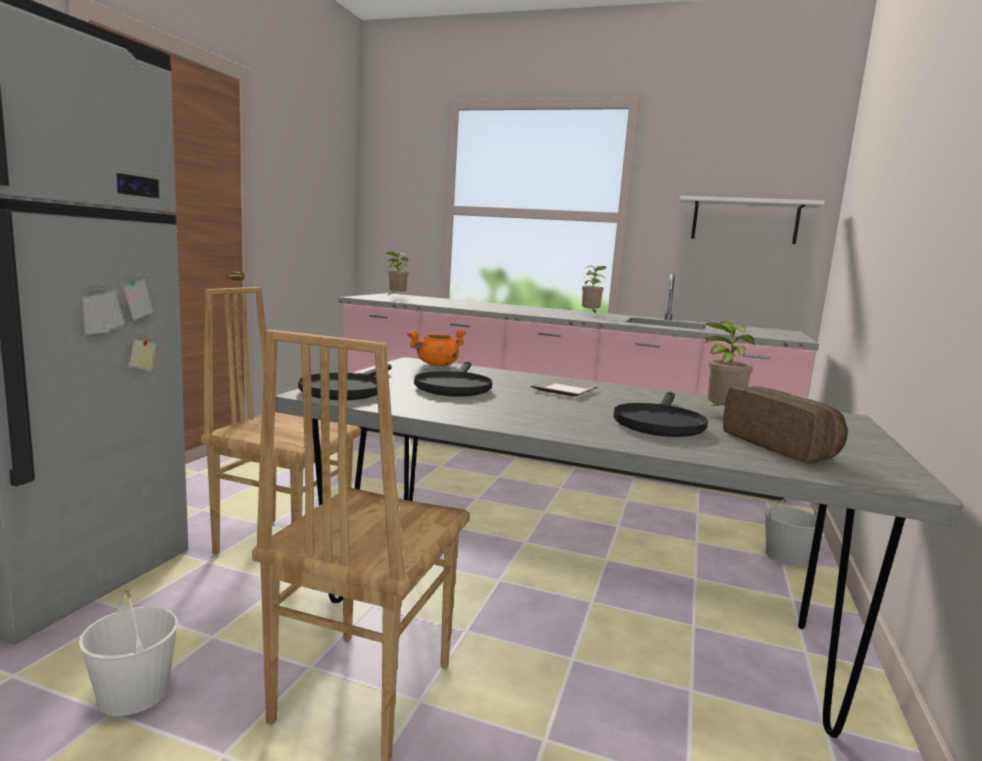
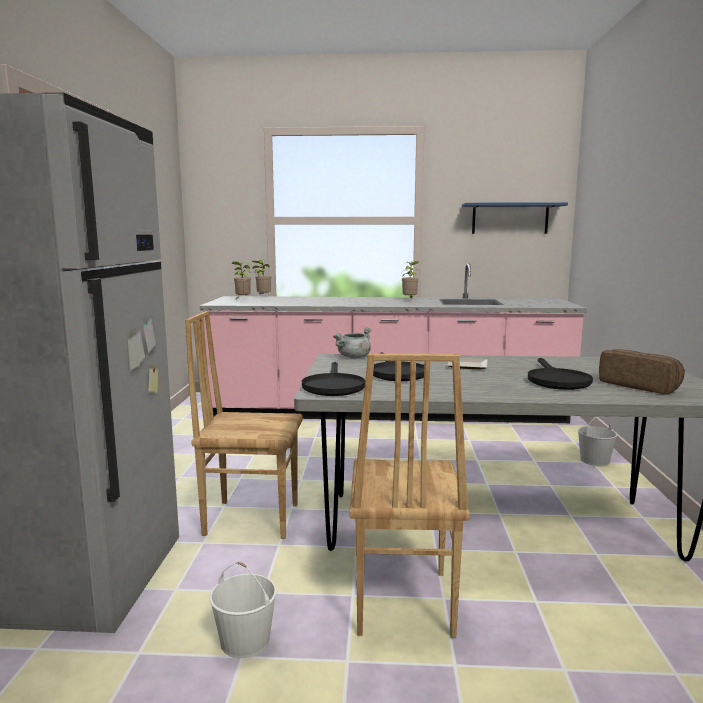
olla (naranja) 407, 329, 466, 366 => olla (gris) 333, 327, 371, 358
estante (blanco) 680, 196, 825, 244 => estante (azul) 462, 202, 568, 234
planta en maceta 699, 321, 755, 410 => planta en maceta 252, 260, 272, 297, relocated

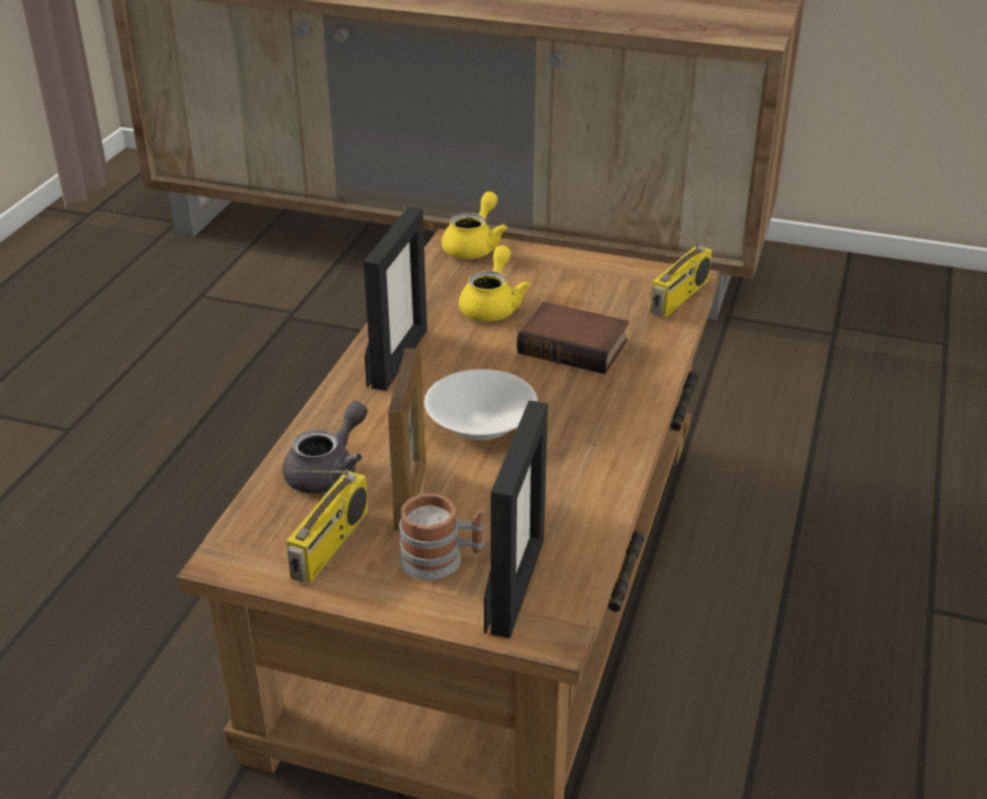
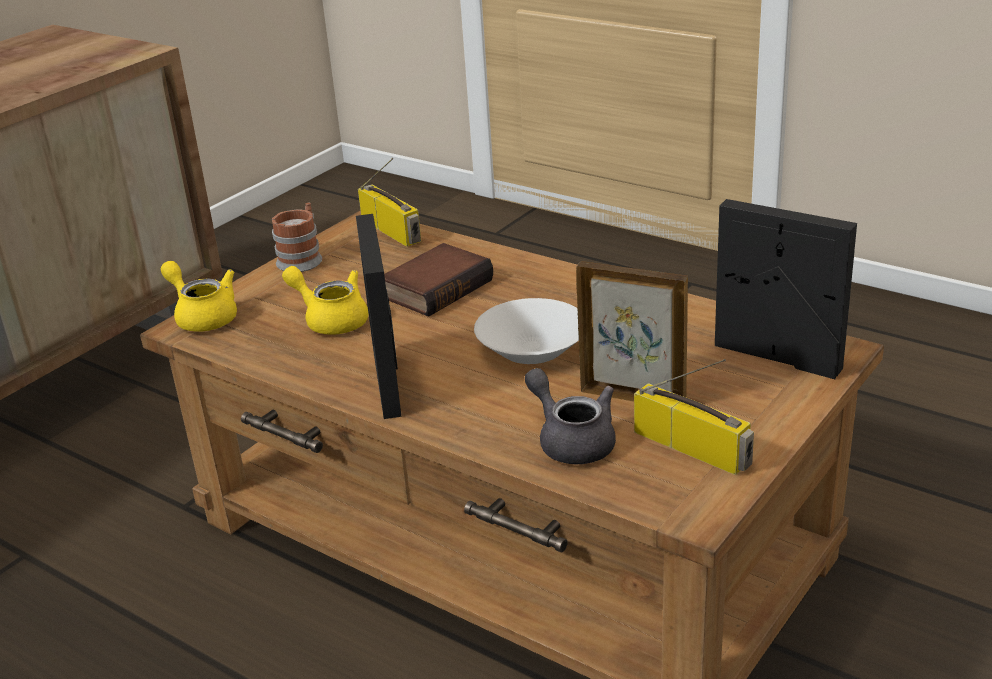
portarretratos 363, 207, 427, 391 => portarretratos 356, 214, 401, 419, 135 degrees counterclockwise
taza grande 399, 493, 484, 581 => taza grande 272, 203, 323, 272, relocated

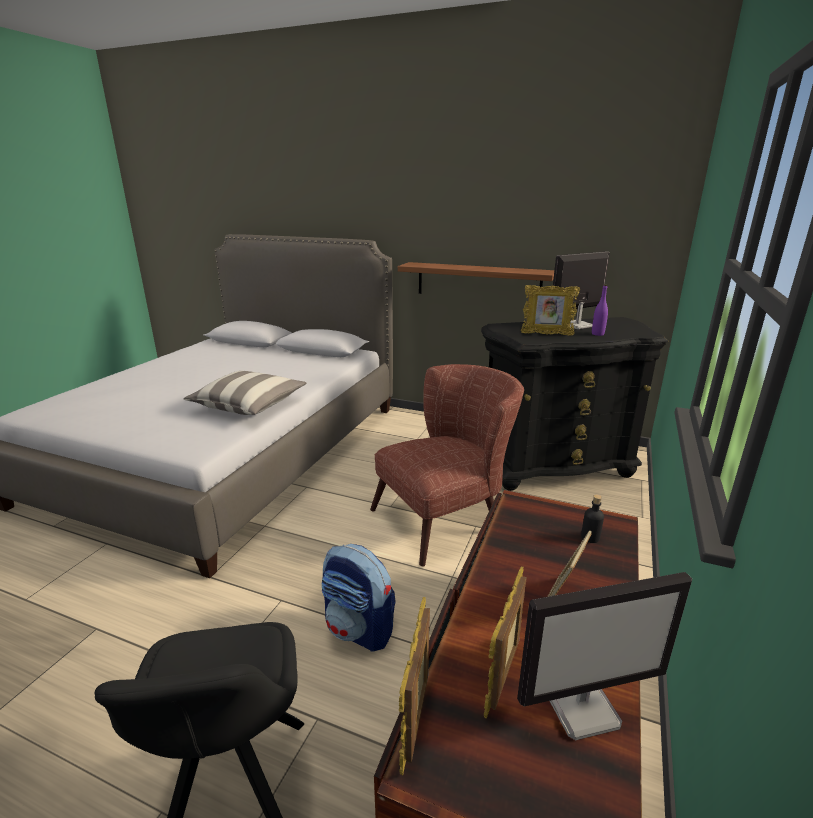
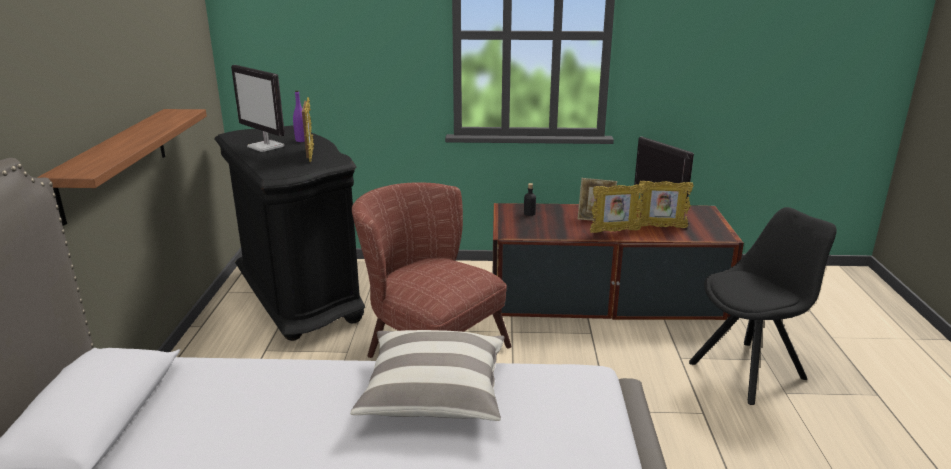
mochila 322, 544, 396, 652 => nothing
portarretratos 399, 597, 430, 775 => portarretratos 590, 184, 645, 233, relocated

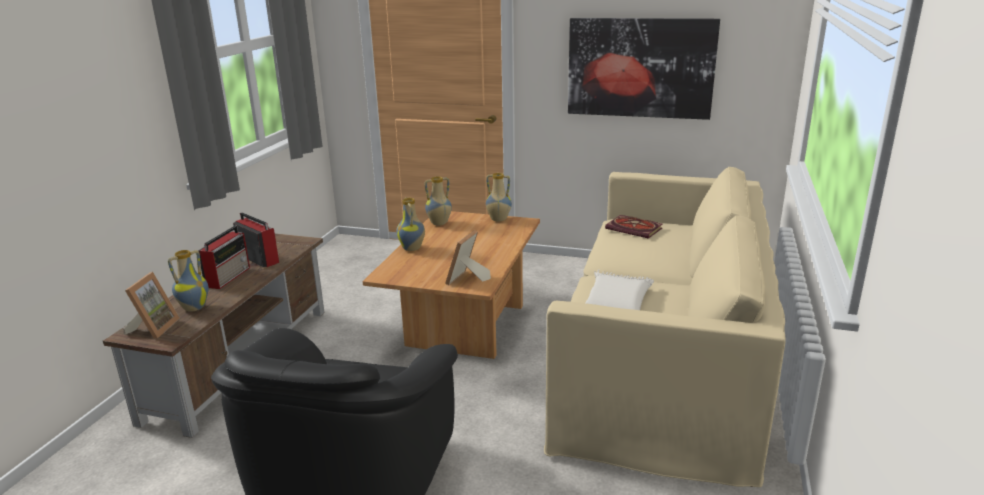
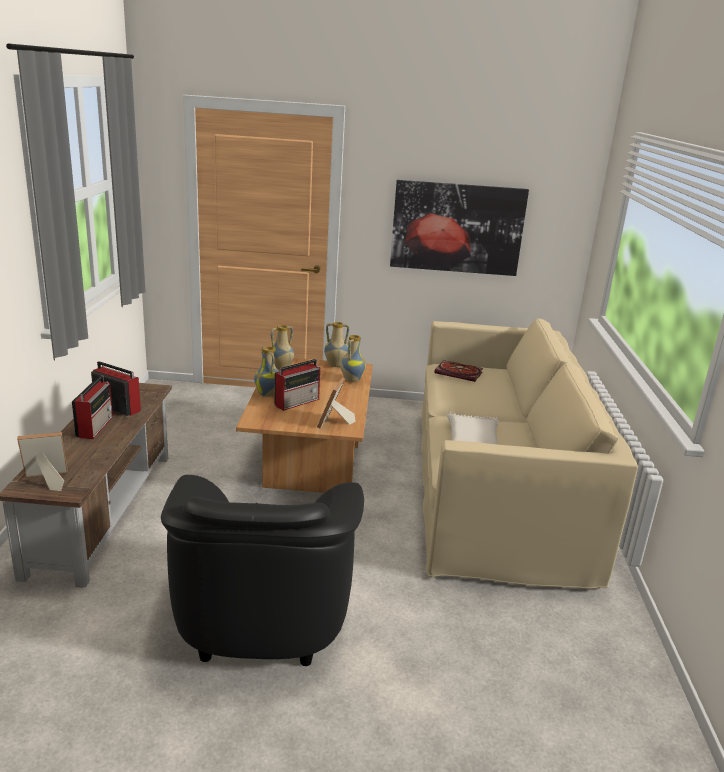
portarretratos 123, 272, 180, 339 => portarretratos 17, 432, 68, 491, 105 degrees counterclockwise
florero 168, 250, 209, 312 => florero 340, 335, 366, 382, relocated
nothing => radio 274, 359, 320, 411

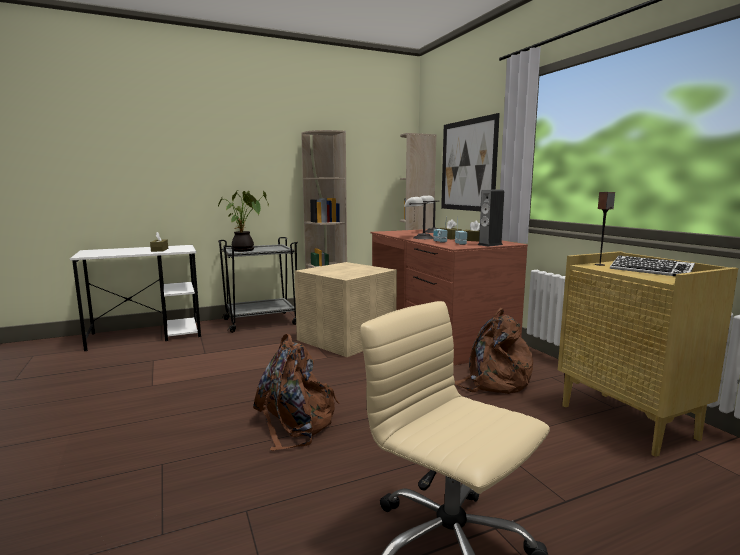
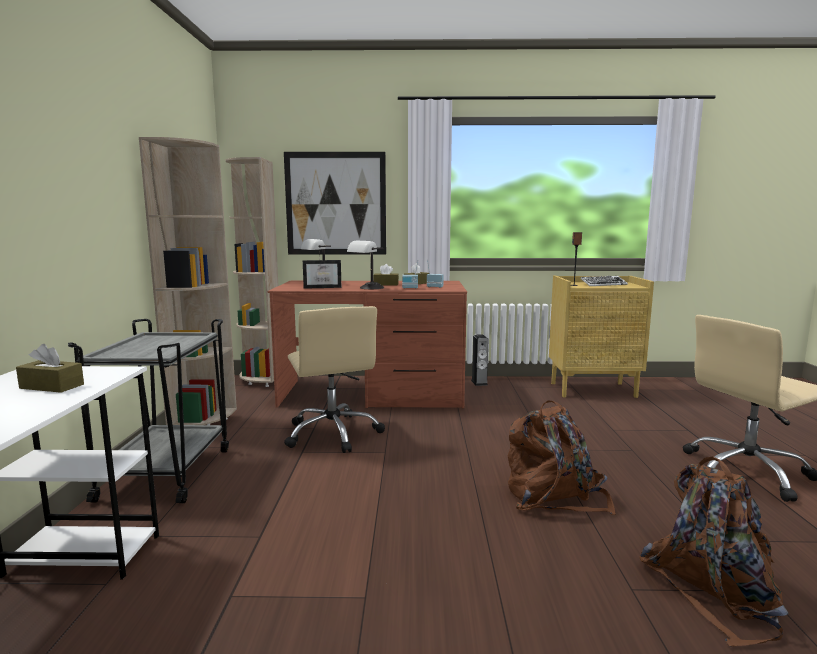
planta en maceta 218, 190, 269, 252 => nothing
caja de almacenaje (beis) 295, 262, 397, 357 => silla de oficina (beis) 284, 306, 385, 453
mochila (marrón) 455, 308, 533, 394 => mochila (marrón) 639, 457, 789, 647, relocated
altavoz 478, 190, 504, 247 => altavoz 471, 334, 488, 386, relocated
nothing => portarretratos 303, 260, 341, 289

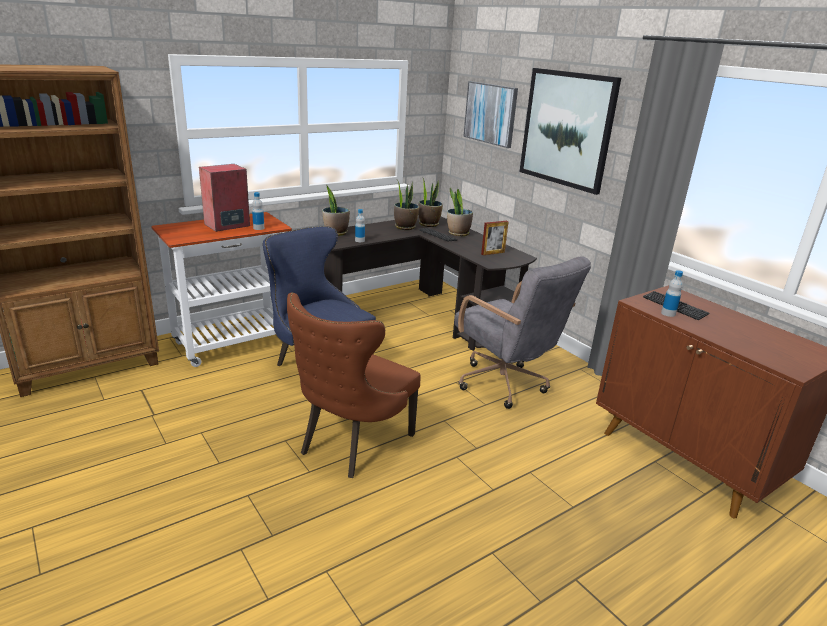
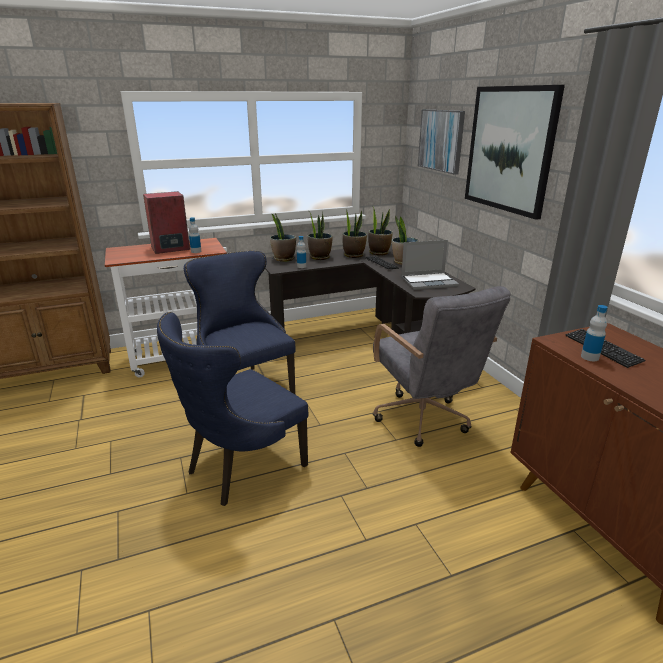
silla (marrón) 287, 292, 420, 478 => silla (azul) 157, 312, 308, 506
portarretratos 481, 221, 508, 255 => portátil 401, 240, 459, 290
nothing => planta en maceta 307, 211, 333, 260

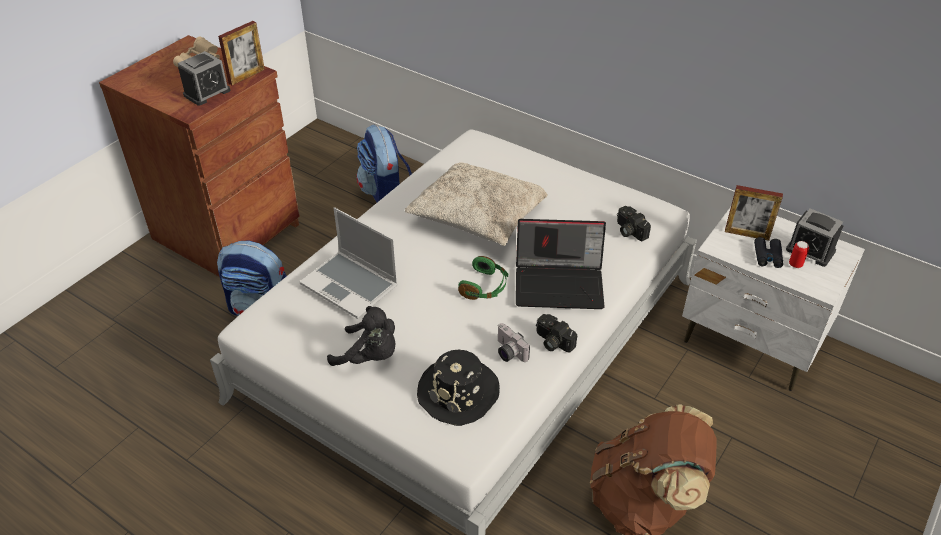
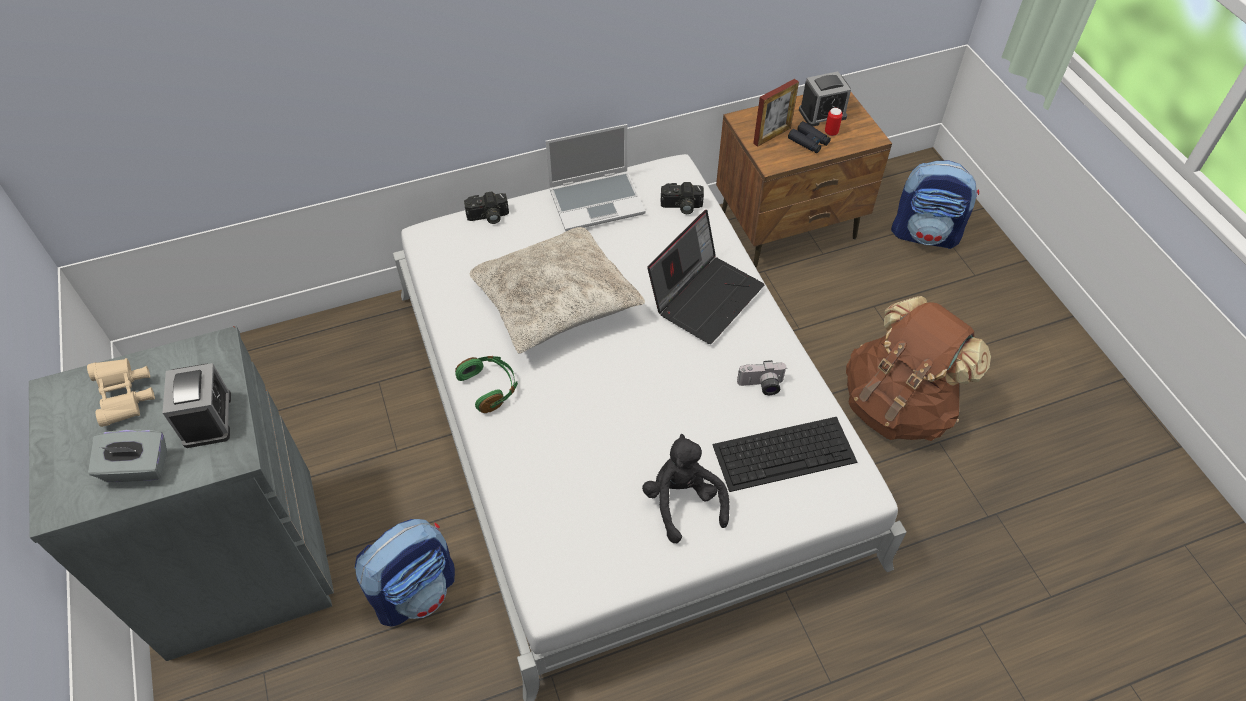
cómoda (marrón) 99, 35, 300, 276 => cómoda (gris) 29, 326, 334, 661
portarretratos 218, 21, 265, 85 => nothing
portátil 300, 207, 398, 319 => portátil 546, 124, 645, 231, relocated
peluche (negro) 327, 306, 395, 366 => peluche (negro) 642, 434, 730, 543, 75 degrees counterclockwise
mochila 356, 124, 412, 202 => mochila 891, 161, 979, 249, relocated
sombrero (negro) 417, 350, 500, 426 => teclado 712, 417, 857, 492
auriculares (verde) 458, 256, 508, 300 => auriculares (verde) 455, 356, 518, 413, relocated
cámara 536, 314, 577, 353 => cámara 464, 191, 509, 224, relocated
mesita de noche (blanco) 682, 207, 865, 391 => mesita de noche (marrón) 716, 92, 892, 267
nothing => caja de pañuelos (gris) 88, 430, 167, 482

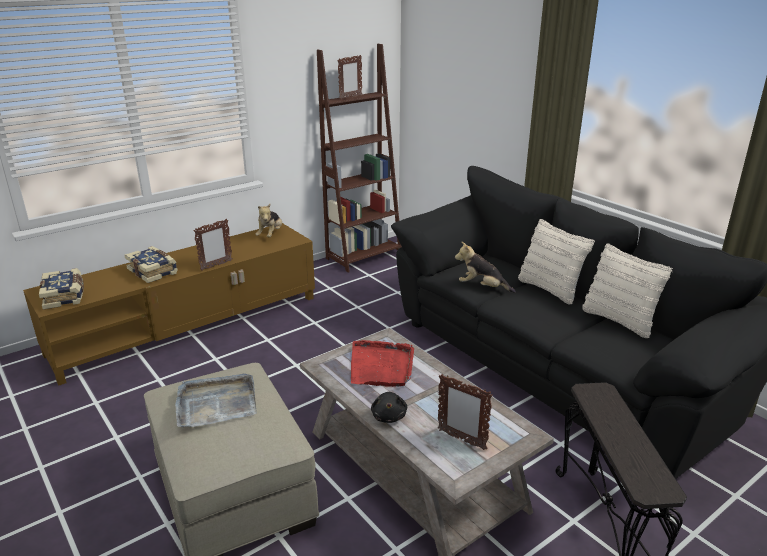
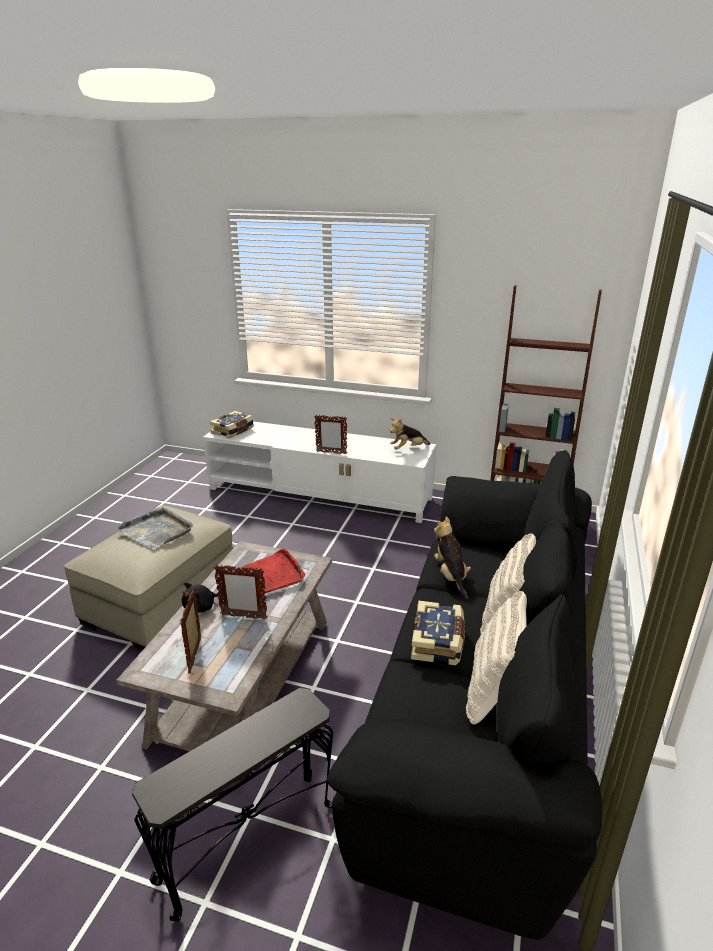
mueble de televisión (marrón) 23, 223, 315, 385 => mueble de televisión (blanco) 203, 422, 436, 523
libro 124, 246, 178, 283 => libro 411, 601, 465, 665, relocated
portarretratos 338, 55, 362, 99 => portarretratos 213, 565, 268, 620, relocated

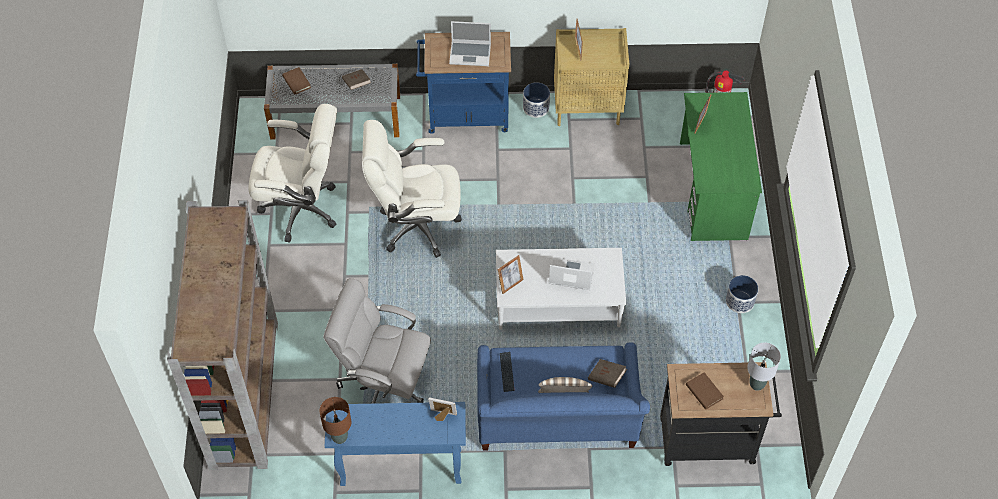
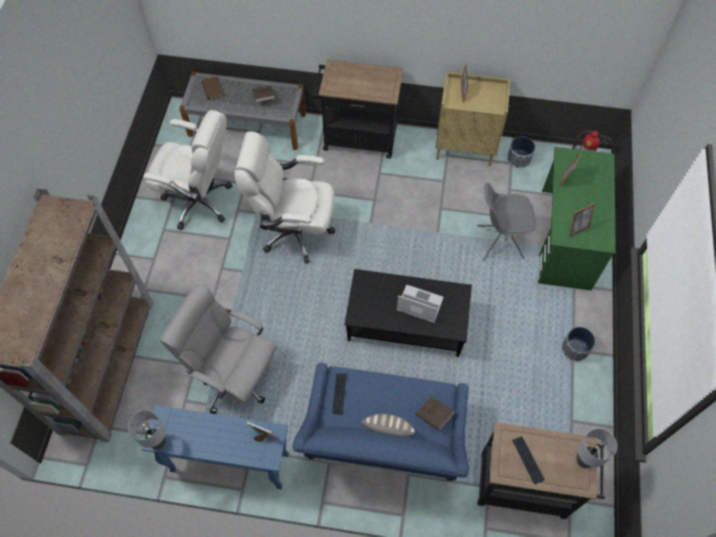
lámpara de mesa (marrón) 319, 397, 351, 444 => lámpara de mesa (gris) 128, 410, 166, 450
carrito (azul) 416, 32, 511, 134 => carrito (negro) 312, 59, 403, 159
portátil 449, 21, 491, 66 => nothing
mesa de centro (blanco) 496, 248, 626, 330 => mesa de centro (negro) 344, 269, 472, 357
portarretratos 498, 255, 523, 294 => portarretratos 569, 203, 595, 237, relocated
maceta 523, 82, 550, 118 => maceta 507, 137, 535, 168, relocated
libro (marrón) 686, 372, 724, 410 => teclado 512, 436, 545, 484
nothing => silla (gris) 477, 183, 536, 261

